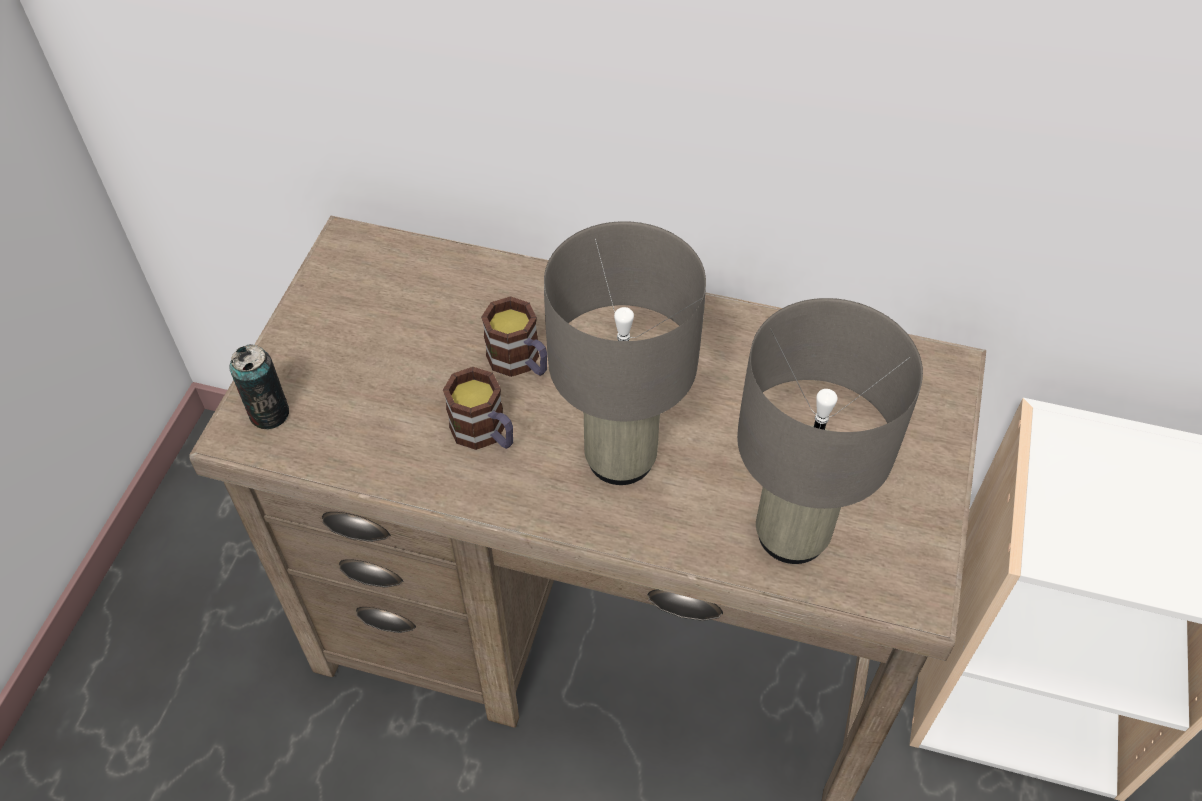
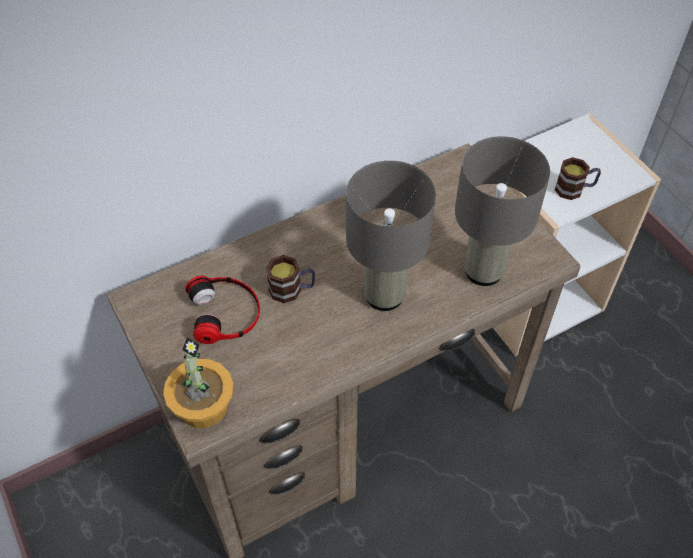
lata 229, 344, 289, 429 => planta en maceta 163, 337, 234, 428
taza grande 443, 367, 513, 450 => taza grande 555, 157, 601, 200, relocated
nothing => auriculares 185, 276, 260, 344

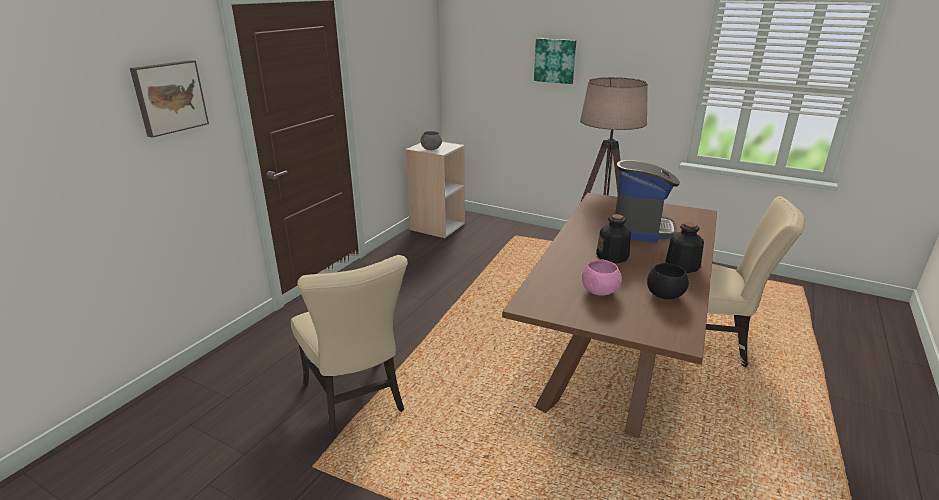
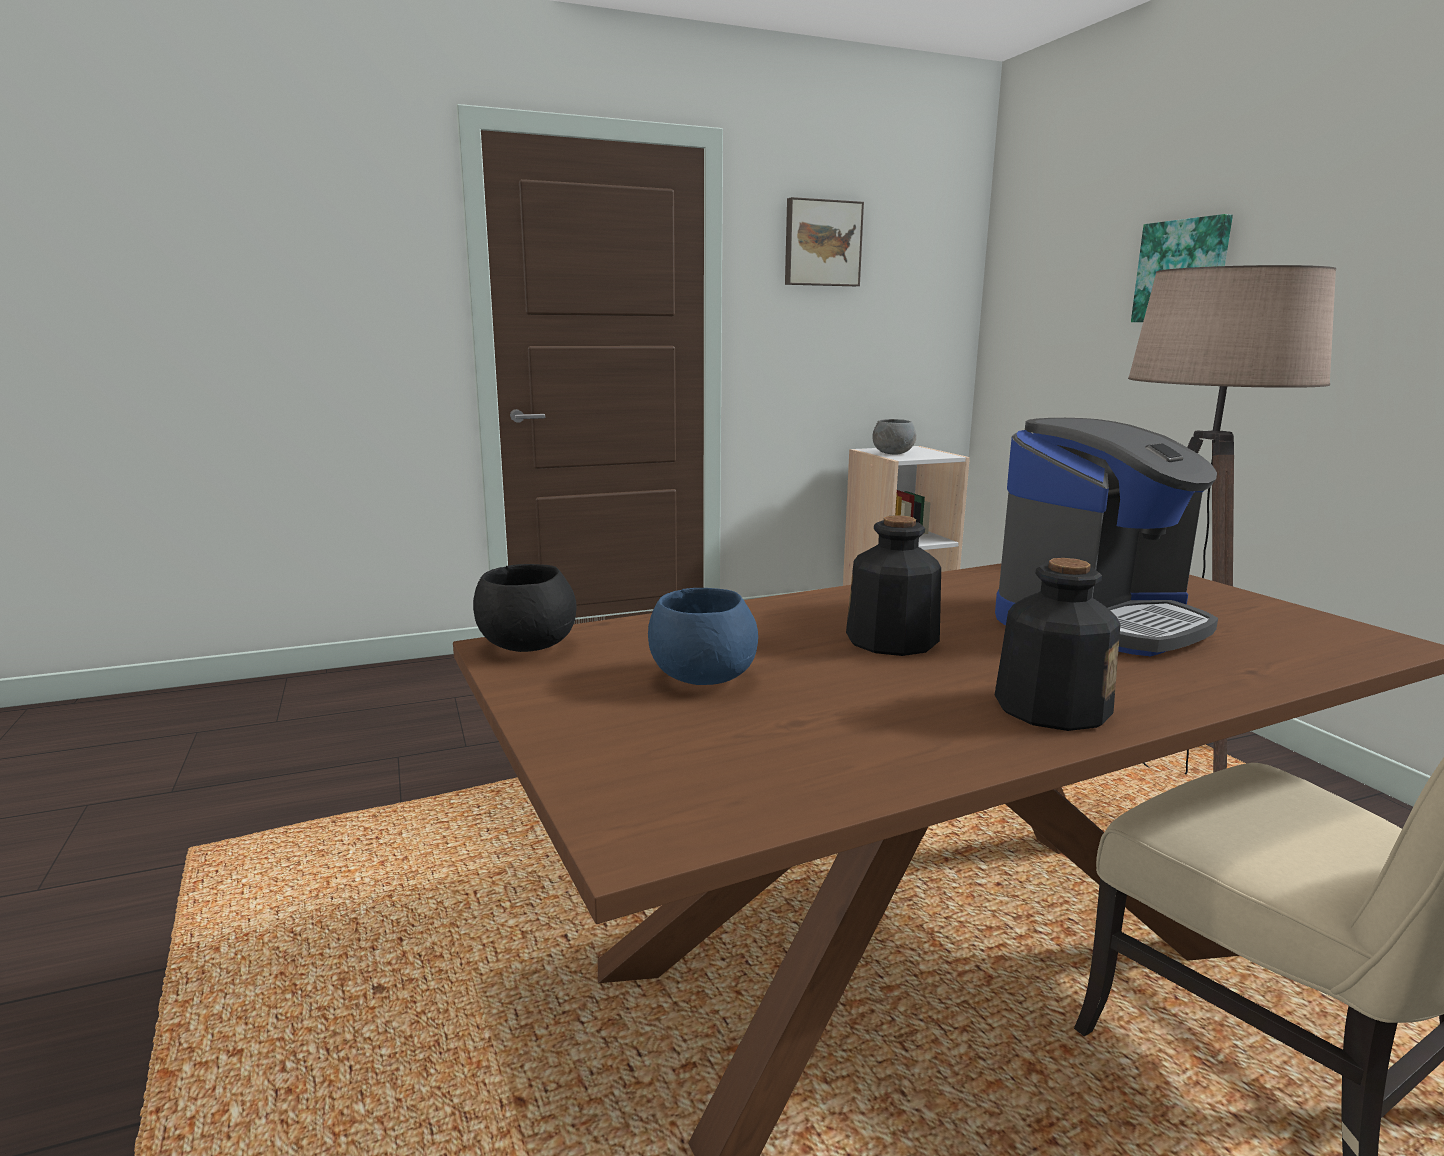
cuadro 130, 60, 209, 138 => cuadro 785, 197, 864, 286, relocated
silla (beis) 291, 255, 408, 437 => nothing
cuenco (rosa) 582, 259, 622, 295 => cuenco (azul) 648, 588, 758, 685
cuenco (negro) 647, 263, 689, 299 => cuenco (negro) 473, 564, 577, 652, relocated

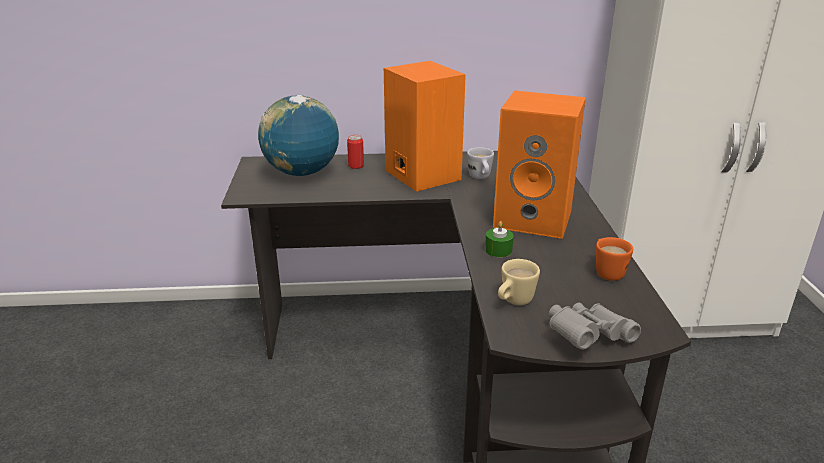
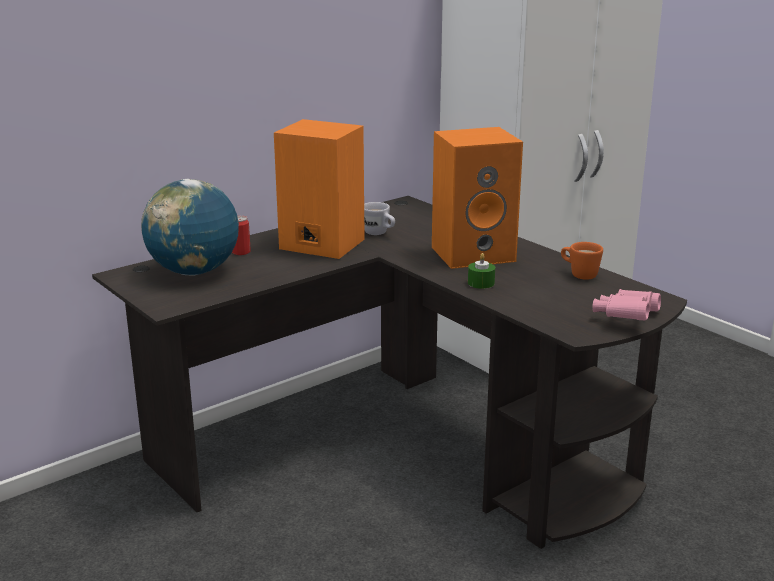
taza grande (beis) 498, 259, 540, 305 => nothing
prismáticos (gris) 549, 303, 641, 350 => prismáticos (rosa) 592, 289, 661, 320

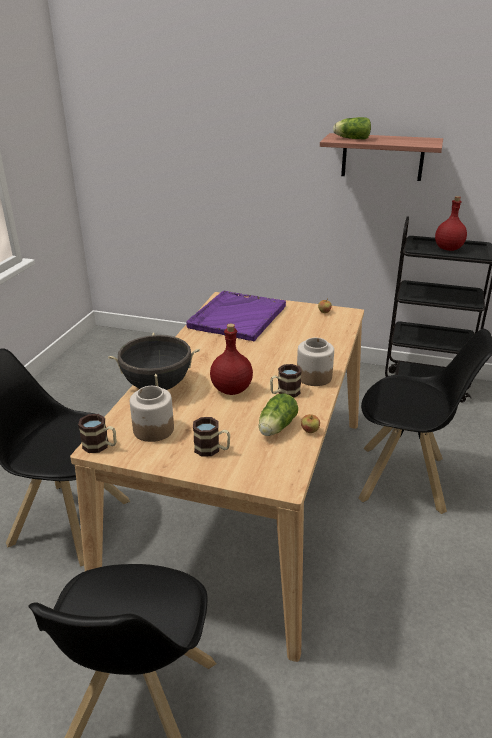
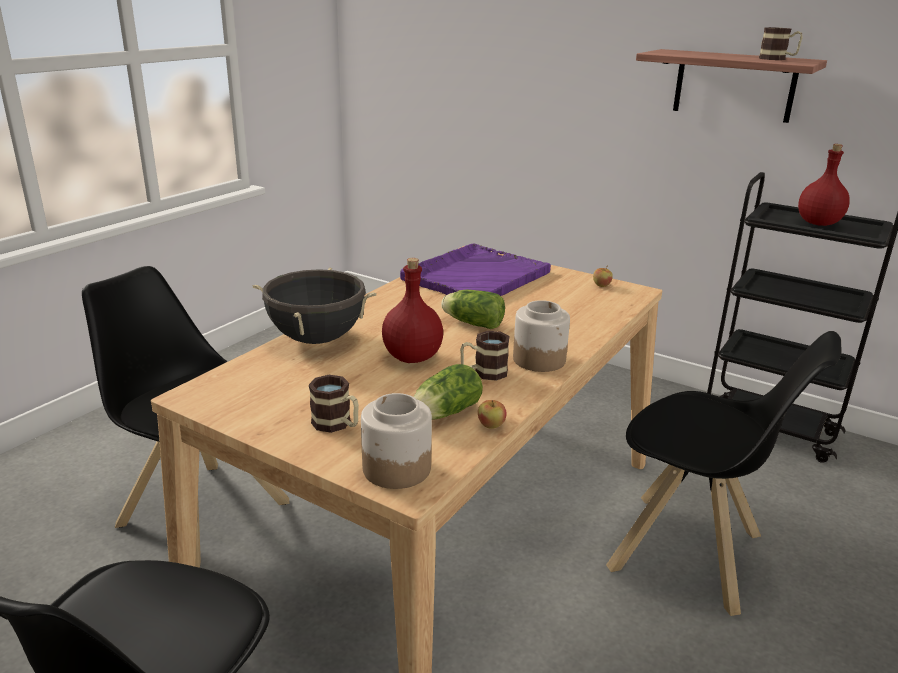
taza grande 78, 414, 117, 453 => taza grande 759, 27, 803, 60, relocated
tarro 130, 386, 174, 442 => tarro 361, 393, 432, 489, relocated
lechuga 333, 117, 371, 140 => lechuga 441, 290, 505, 329, relocated

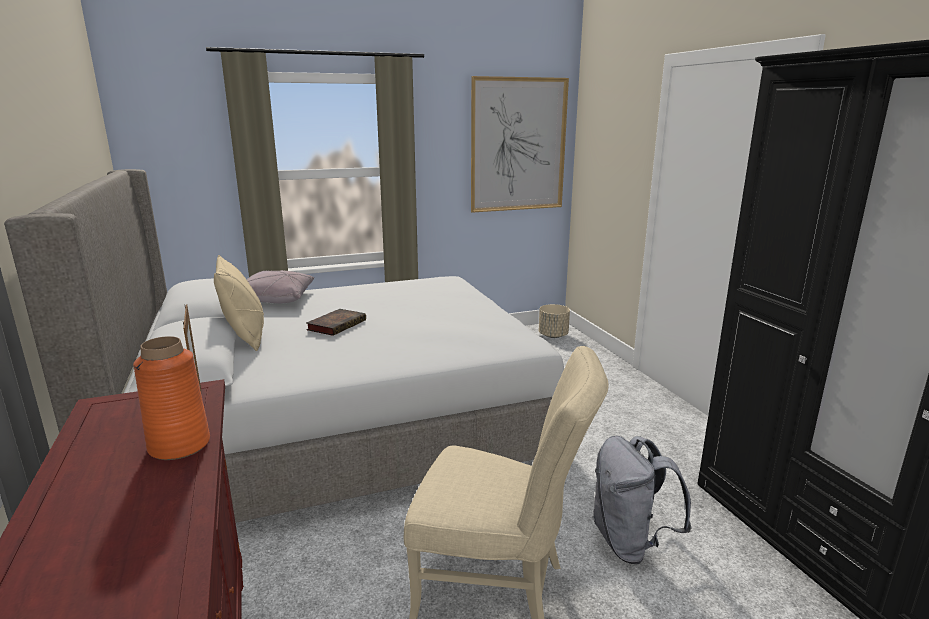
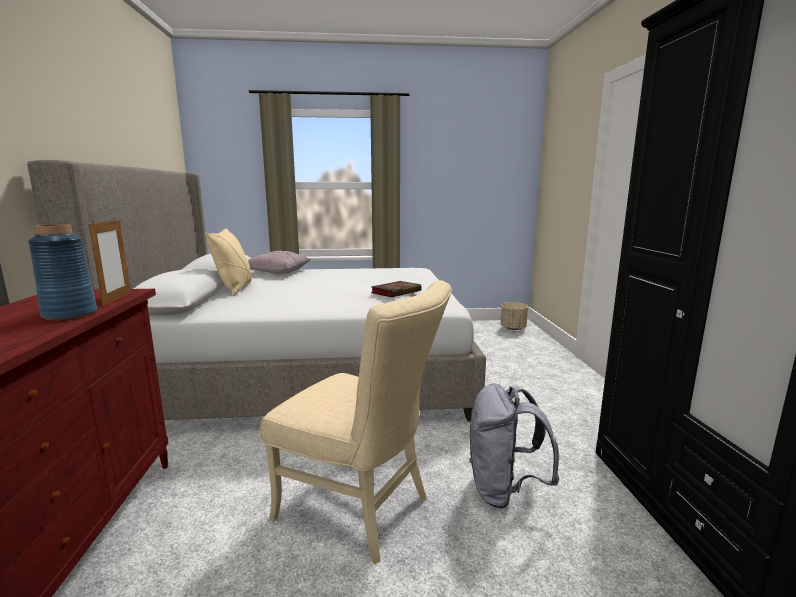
florero (naranja) 133, 336, 210, 460 => florero (azul) 28, 224, 97, 320
libro 306, 309, 366, 336 => libro 371, 281, 422, 297, relocated
cuadro 471, 76, 569, 213 => nothing

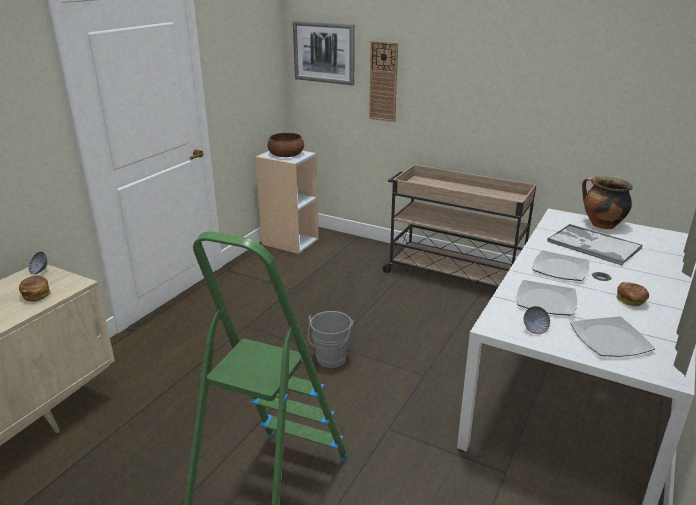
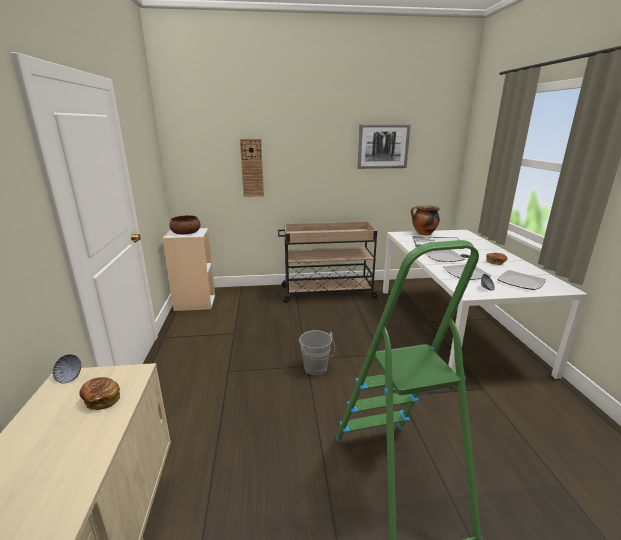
cuadro 293, 21, 355, 85 => cuadro 358, 124, 411, 169, relocated

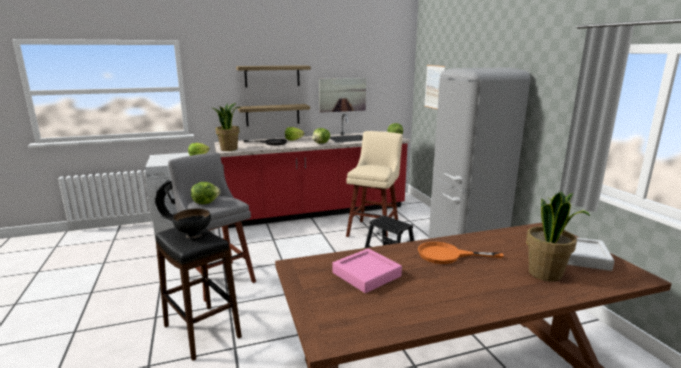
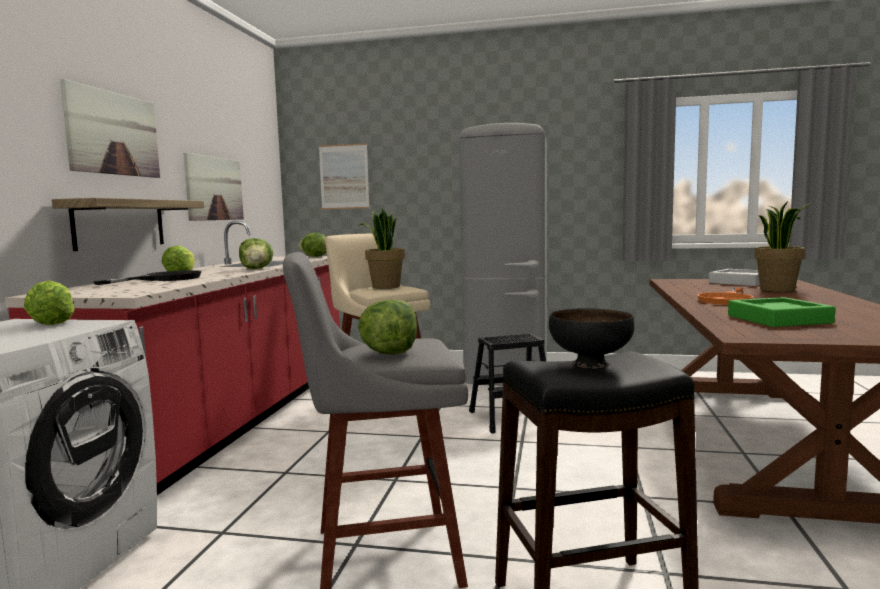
planta en maceta 212, 103, 241, 151 => planta en maceta 358, 208, 405, 289, relocated
estante 236, 65, 311, 87 => cuadro 60, 79, 160, 178
bandeja (rosa) 332, 249, 402, 293 => bandeja (verde) 728, 297, 835, 327

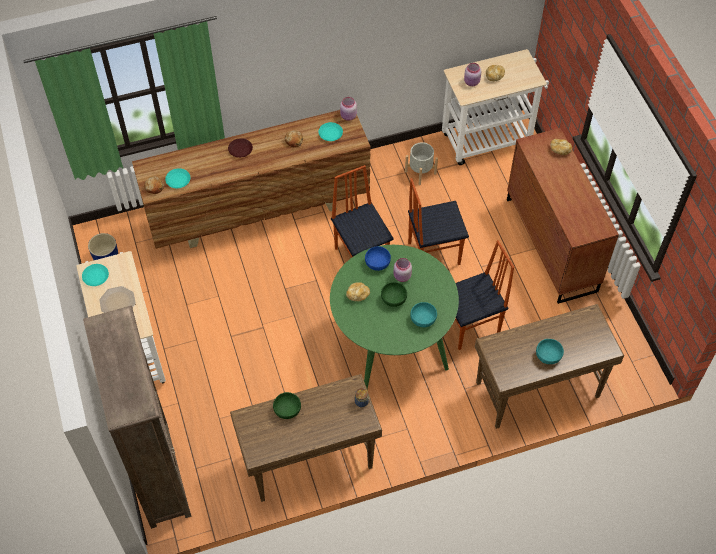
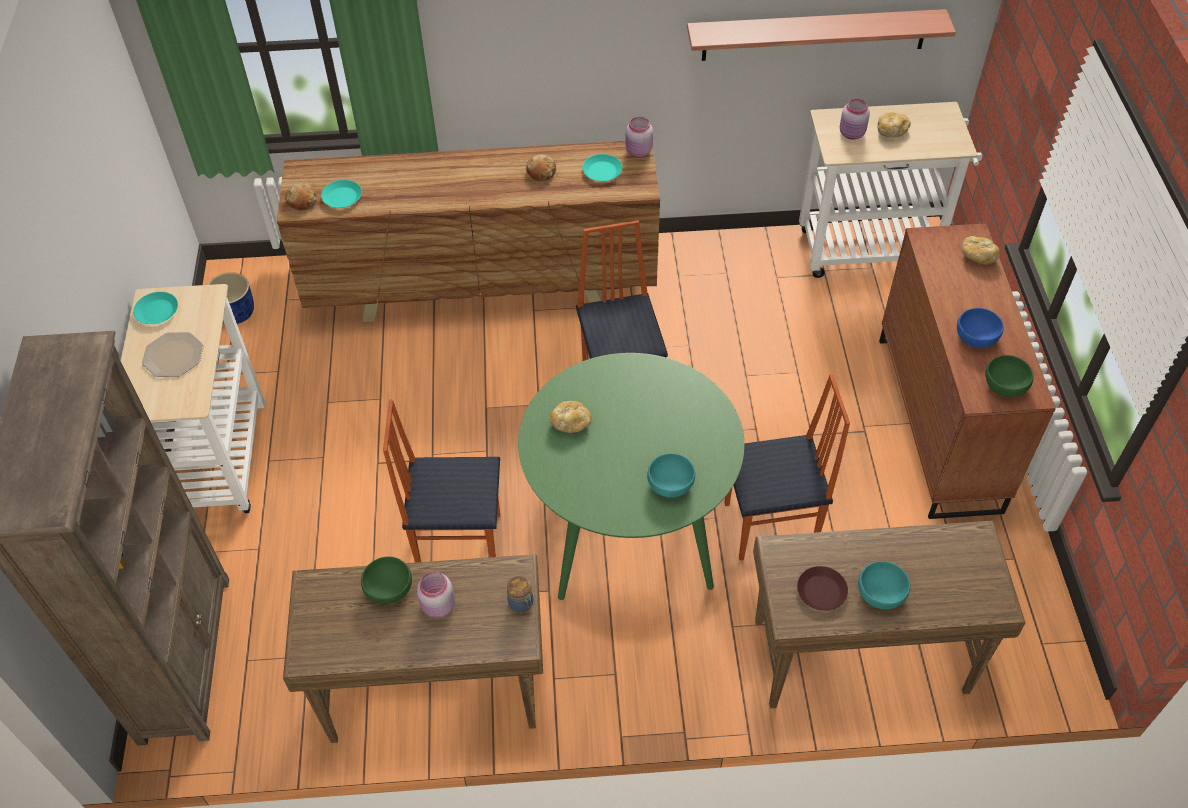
plato (marrón) 228, 138, 253, 158 => plato (marrón) 797, 566, 848, 611, relocated
cuenco (azul) 365, 246, 391, 271 => cuenco (azul) 957, 308, 1004, 348, relocated
cuenco (verde) 381, 282, 407, 307 => cuenco (verde) 985, 355, 1034, 397, relocated
tarro (rosa) 394, 258, 412, 282 => tarro (rosa) 417, 572, 455, 618, relocated
maceta (gris) 405, 142, 438, 185 => nothing
silla 408, 178, 469, 265 => silla 383, 399, 500, 562, relocated
nothing => estante 687, 9, 956, 61

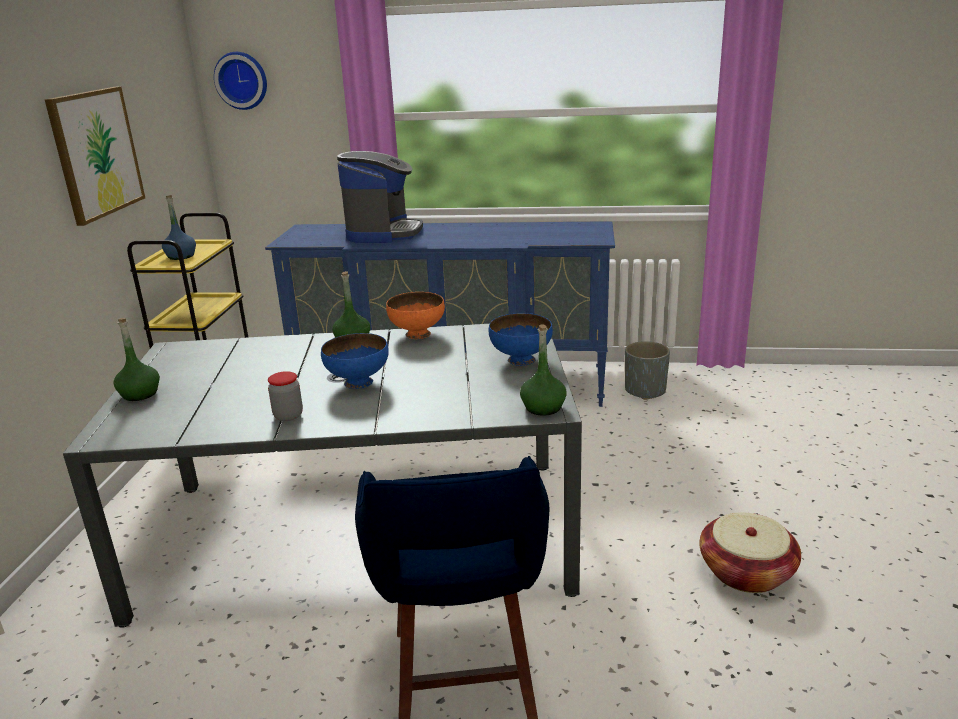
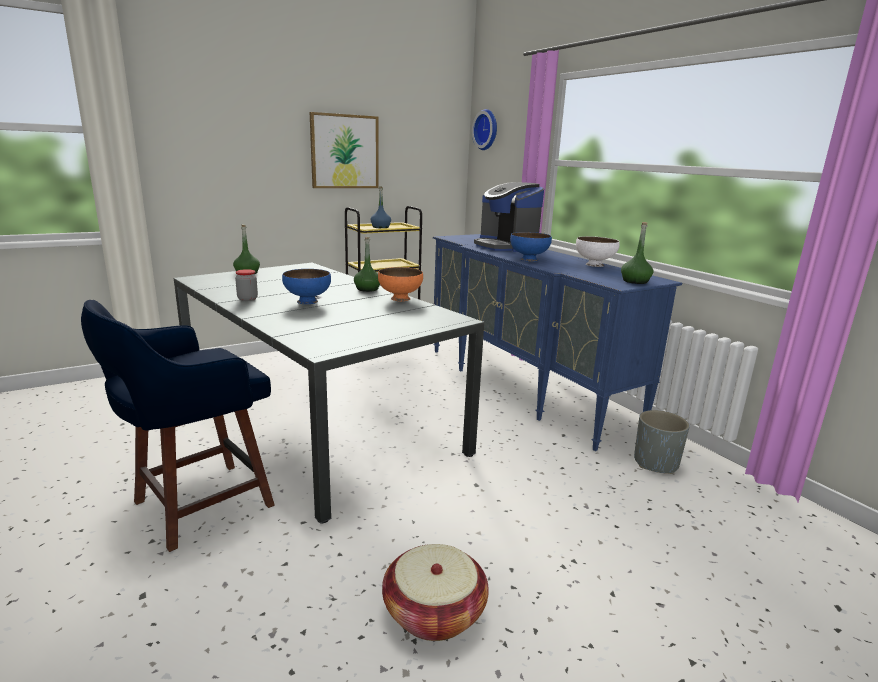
cafetera 337, 151, 423, 243 => cafetera 474, 182, 544, 252, 90 degrees clockwise
cuenco (azul) 489, 313, 553, 366 => cuenco (azul) 510, 232, 552, 262, relocated
botella (verde) 520, 324, 567, 416 => botella (verde) 621, 222, 653, 284, relocated
nothing => cuenco (blanco) 576, 236, 620, 267

